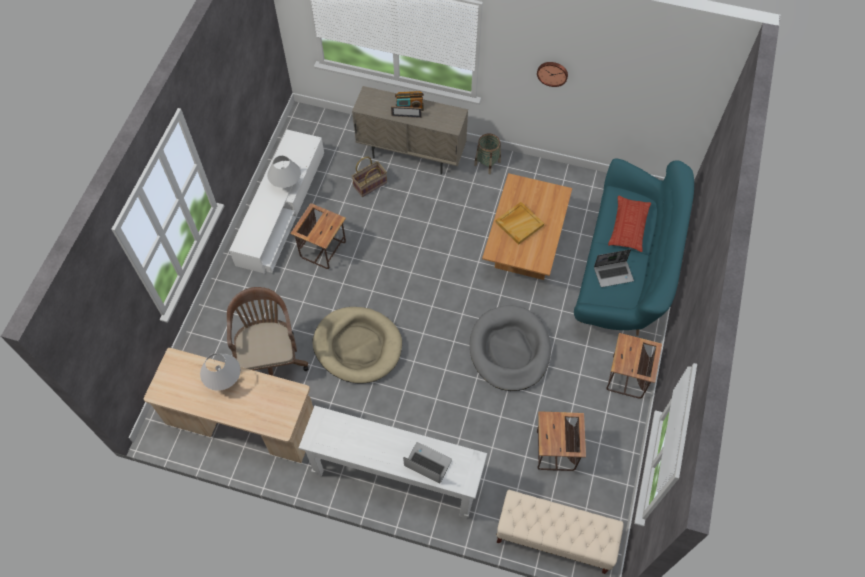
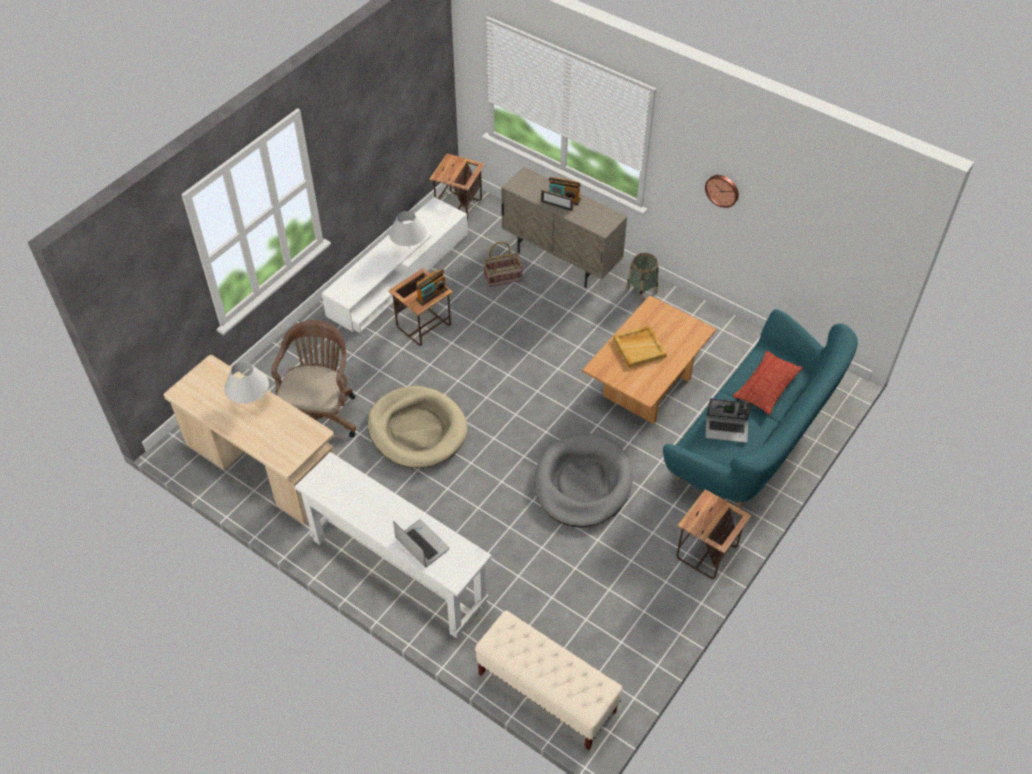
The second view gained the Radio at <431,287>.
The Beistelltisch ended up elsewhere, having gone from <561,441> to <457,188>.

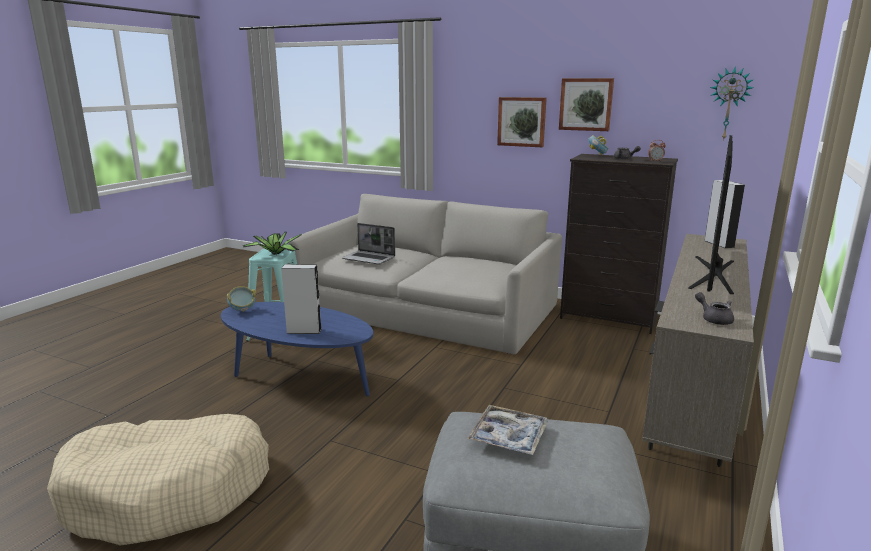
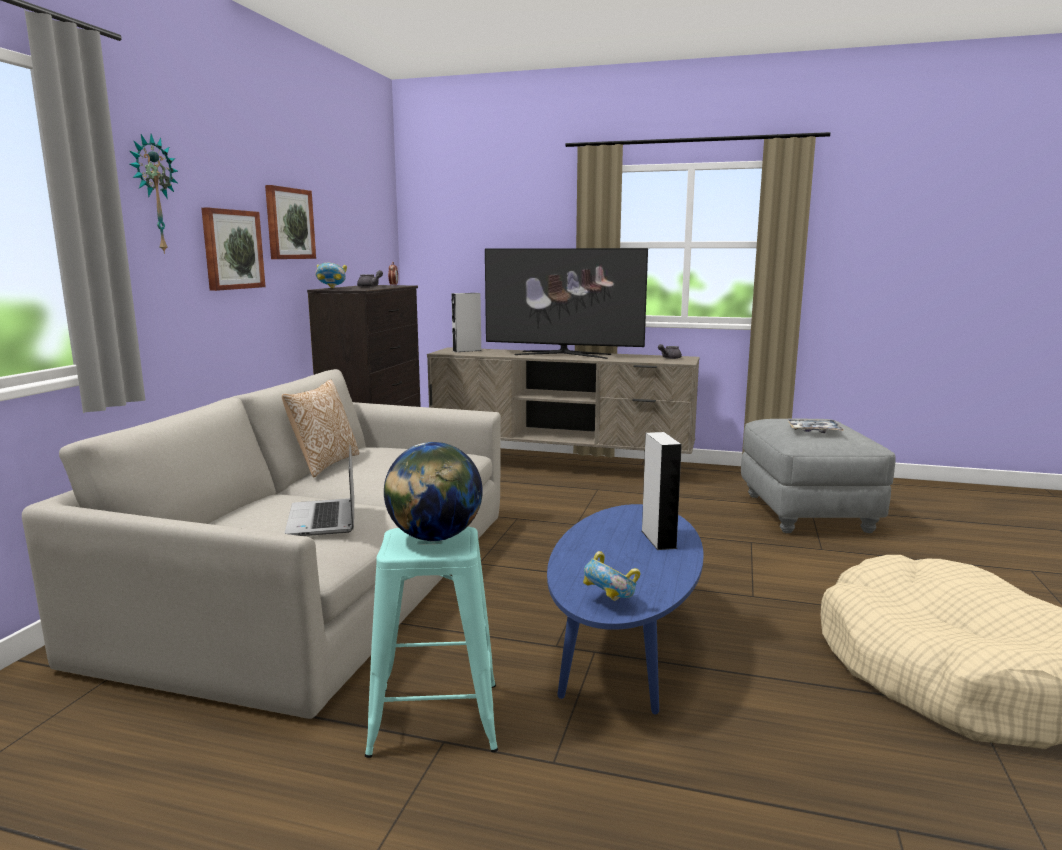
The second view gained the Kissen at <320,428>.
The Wanduhr ended up elsewhere, having gone from <731,104> to <154,194>.
Where the Topfpflanze stood at <272,243>, the Globus came to stand at <433,492>.
The Laptop at <368,244> ended up facing another way, 150 degrees clockwise from before.

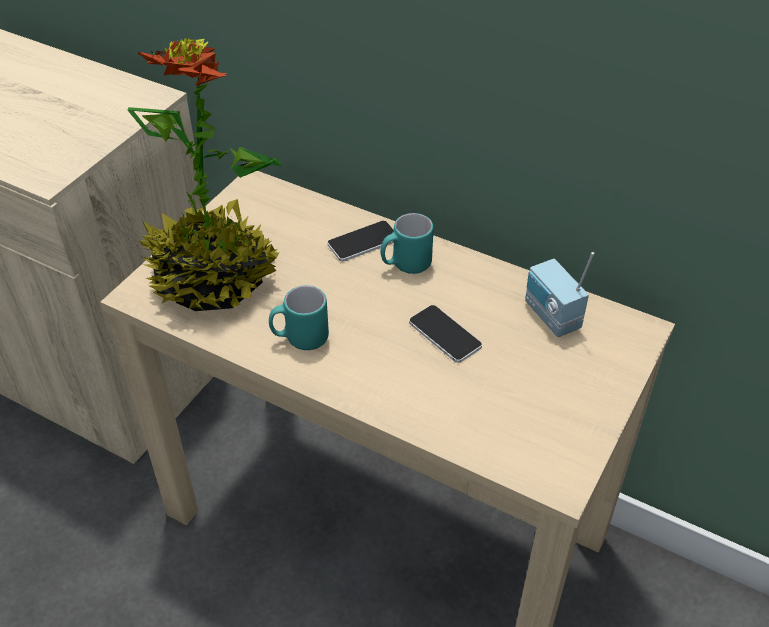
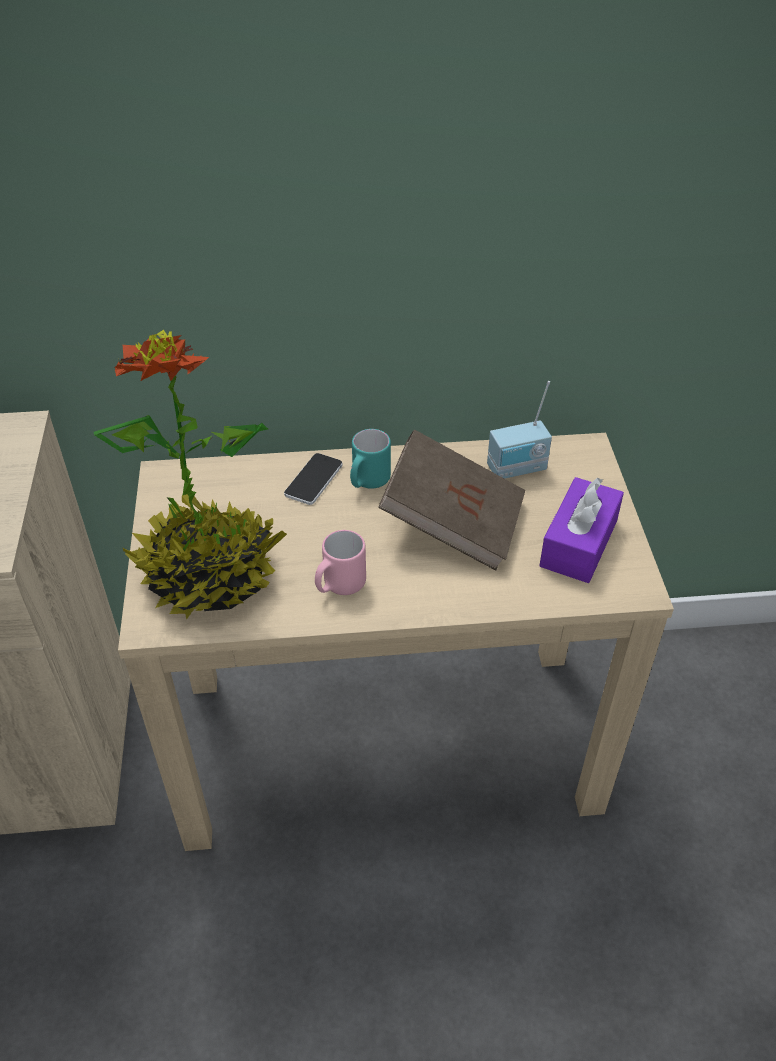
The second view gained the Taschentuchbox [lila] at <581,530>.
Where the Handy stood at <445,334>, the Buch [braun] came to stand at <451,499>.
What was the Henkelbecher [türkis] at <299,317> turned into the Henkelbecher [rosa] at <340,562>.
The Radio at <559,294> ended up facing another way, 45 degrees counterclockwise from before.

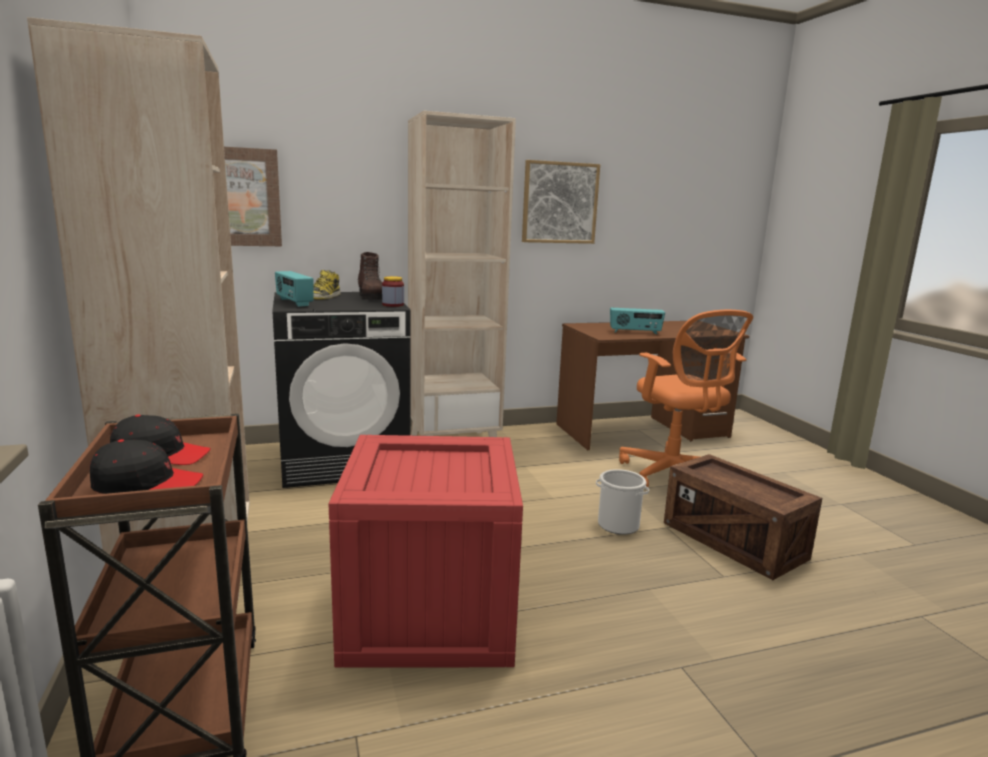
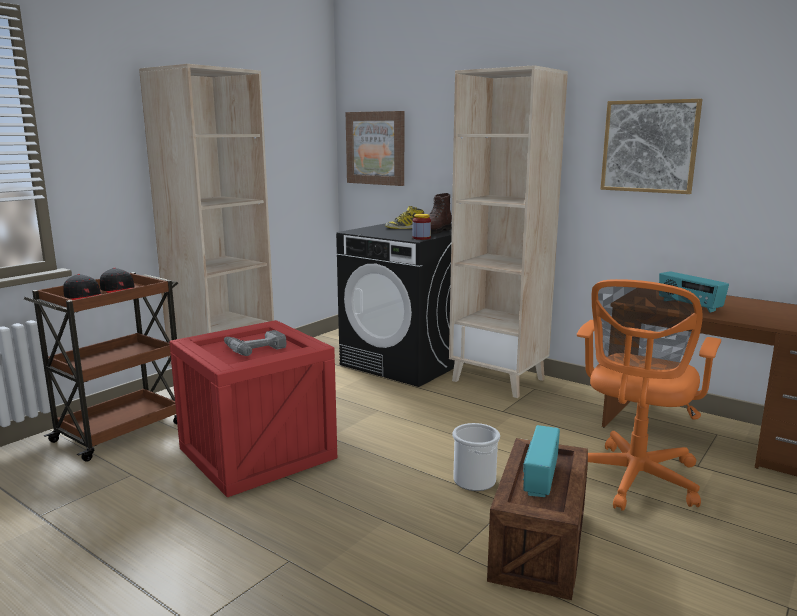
The second view gained the Bohrmaschine at <255,343>.
The Radio ended up elsewhere, having gone from <294,289> to <541,461>.

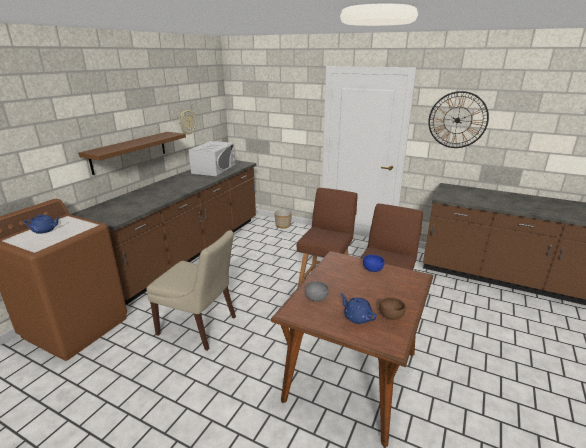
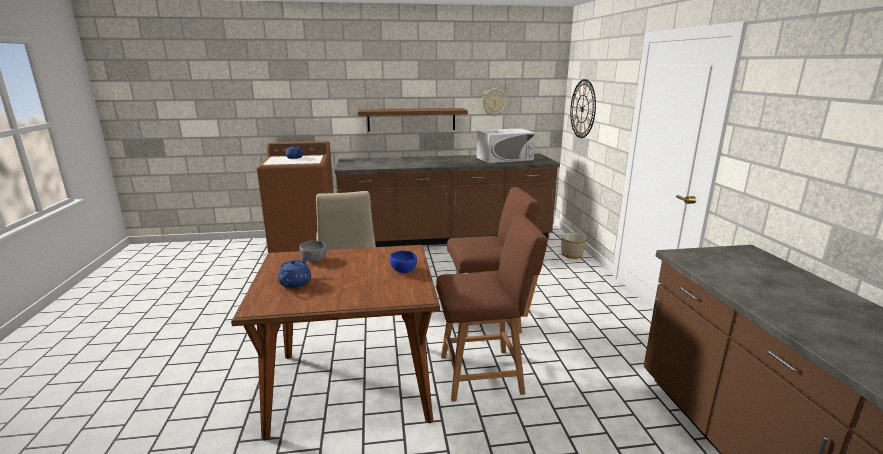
The second view lost the Schüssel [braun] at <392,308>.
The Wanduhr ended up elsewhere, having gone from <458,119> to <583,108>.

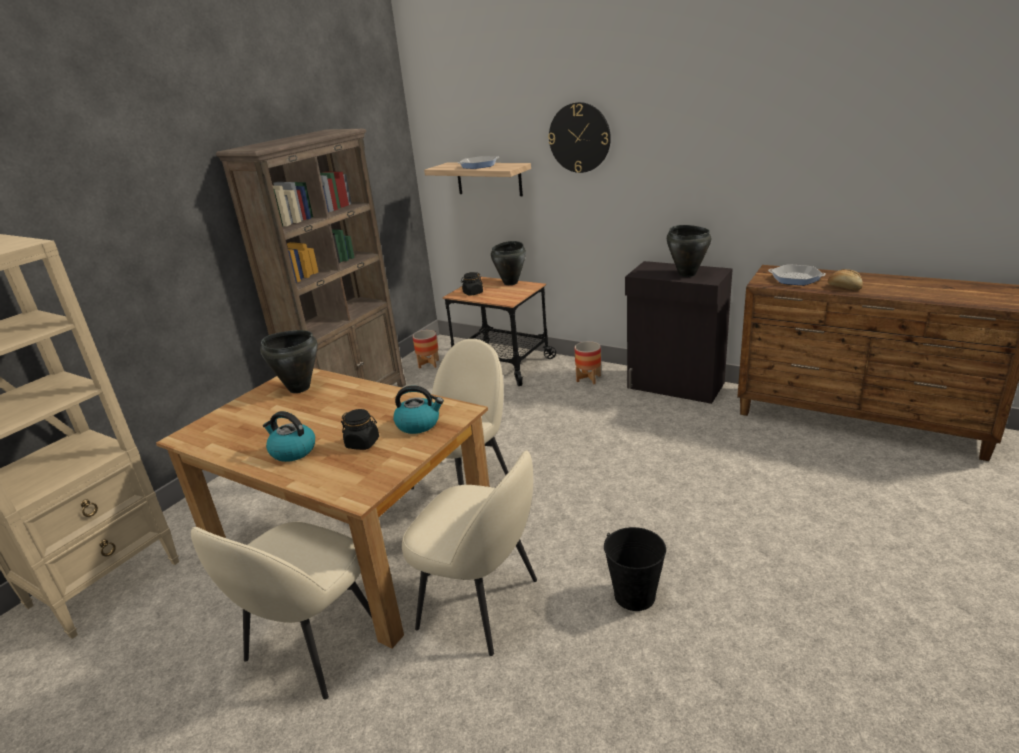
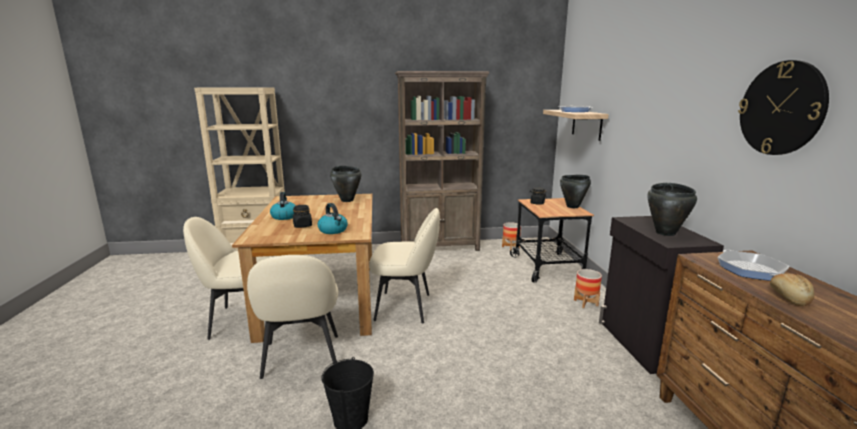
The Wanduhr ended up elsewhere, having gone from <579,137> to <783,107>.

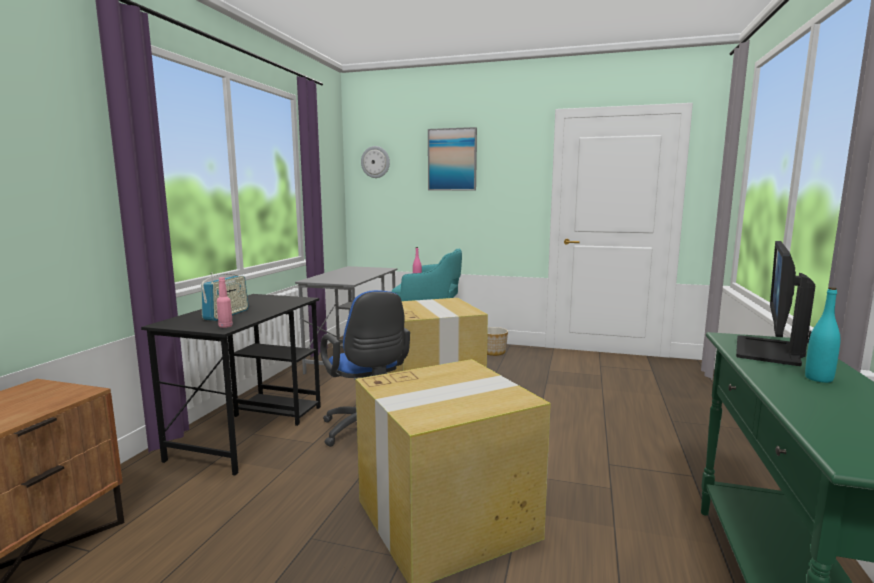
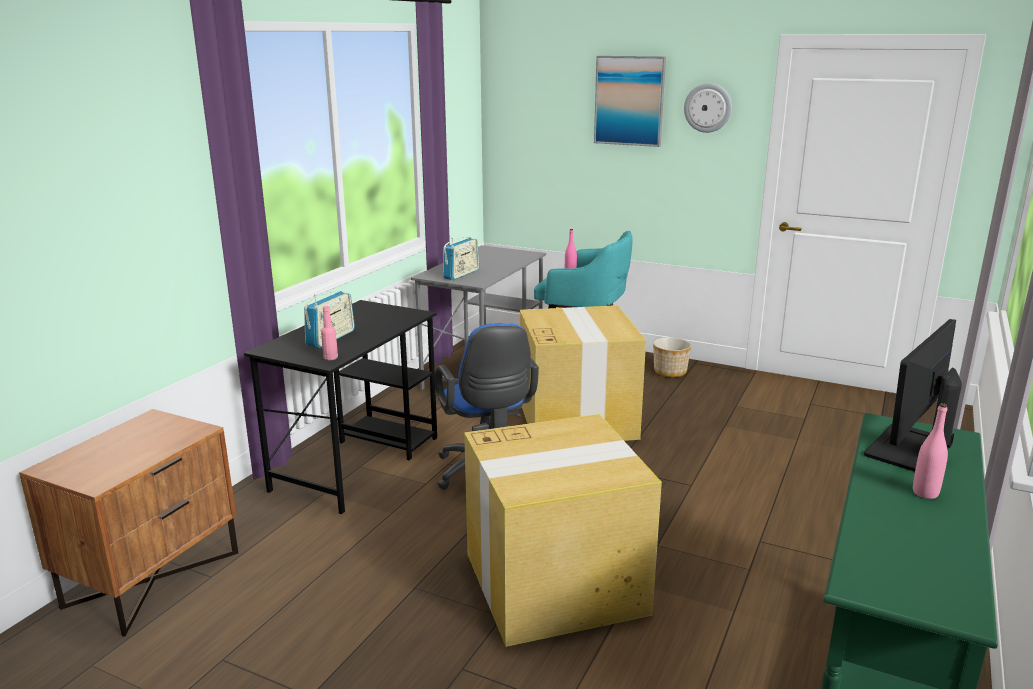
The second view gained the Radio at <461,258>.
The Wanduhr ended up elsewhere, having gone from <375,162> to <708,108>.
What was the Flasche [türkis] at <823,335> turned into the Flasche [rosa] at <930,451>.

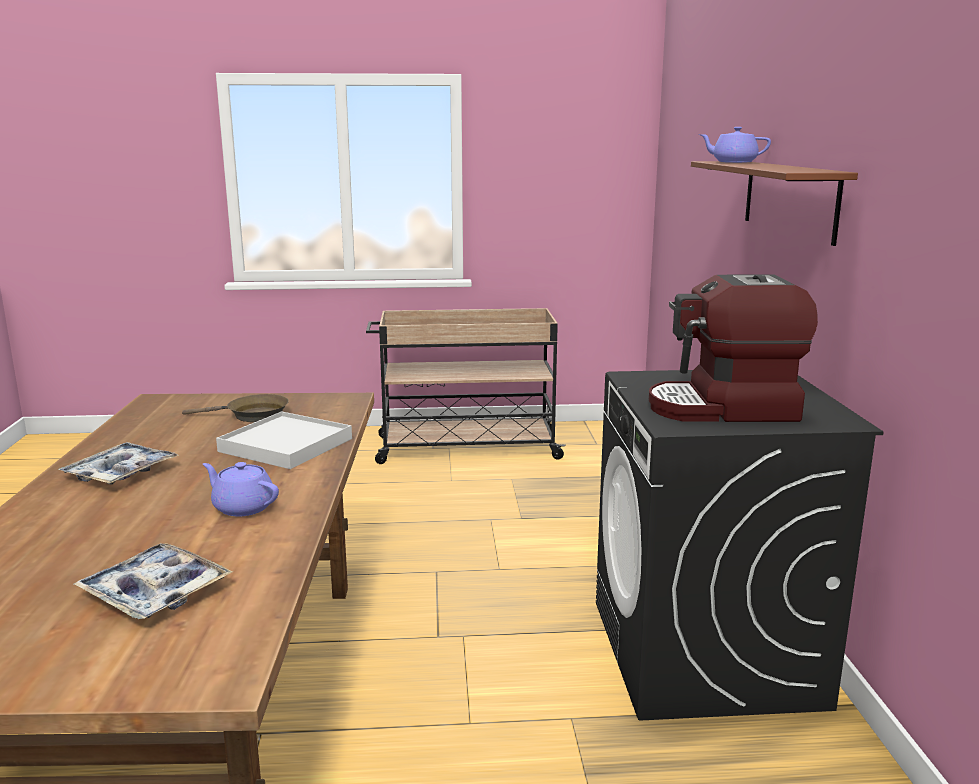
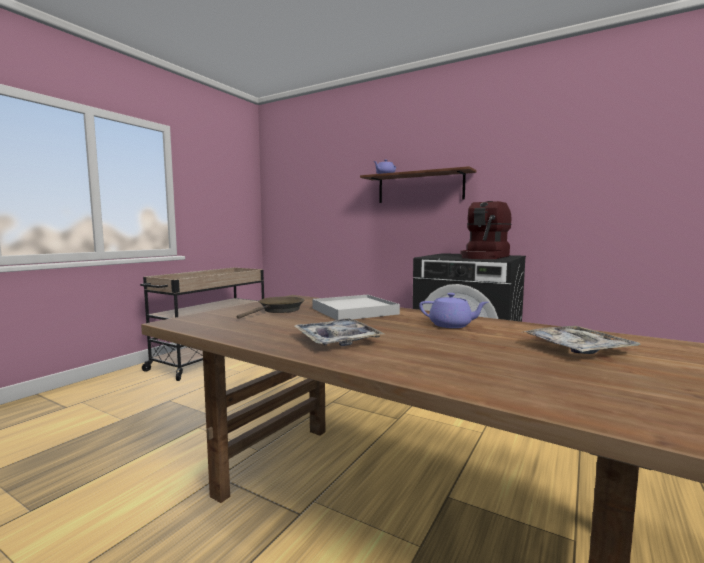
The Teekanne [lila] at <241,489> ended up facing another way, 135 degrees counterclockwise from before.

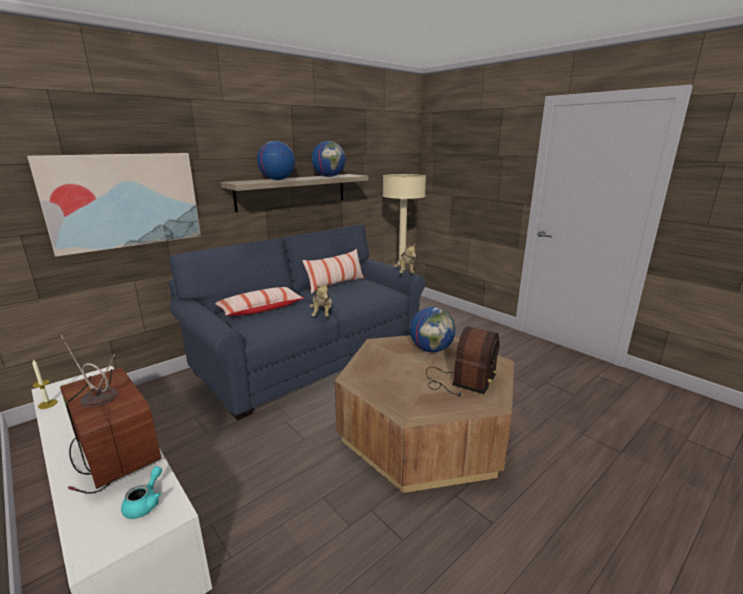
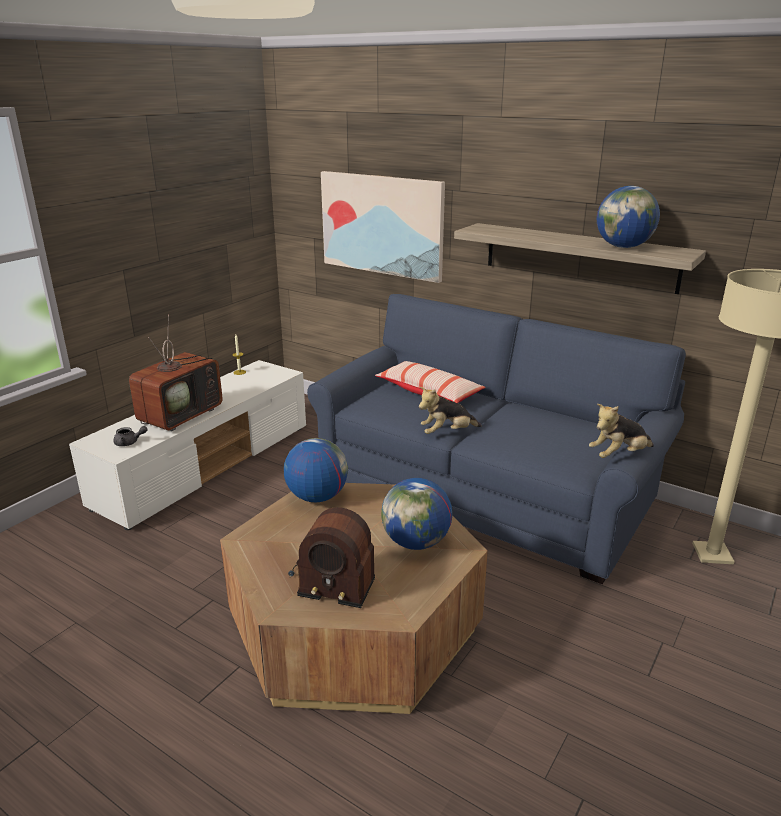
The second view lost the Kissen at <333,271>.
The Globus ended up elsewhere, having gone from <276,160> to <316,470>.
What was the Teekanne [türkis] at <141,492> turned into the Teekanne [grau] at <130,436>.

